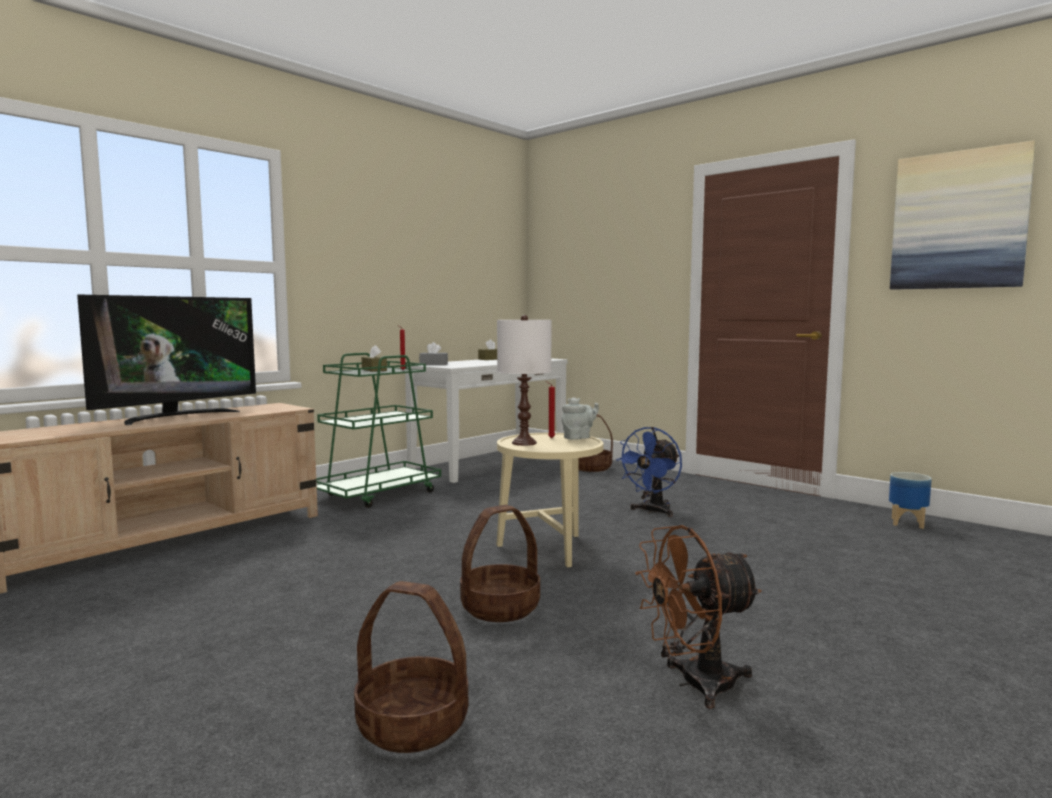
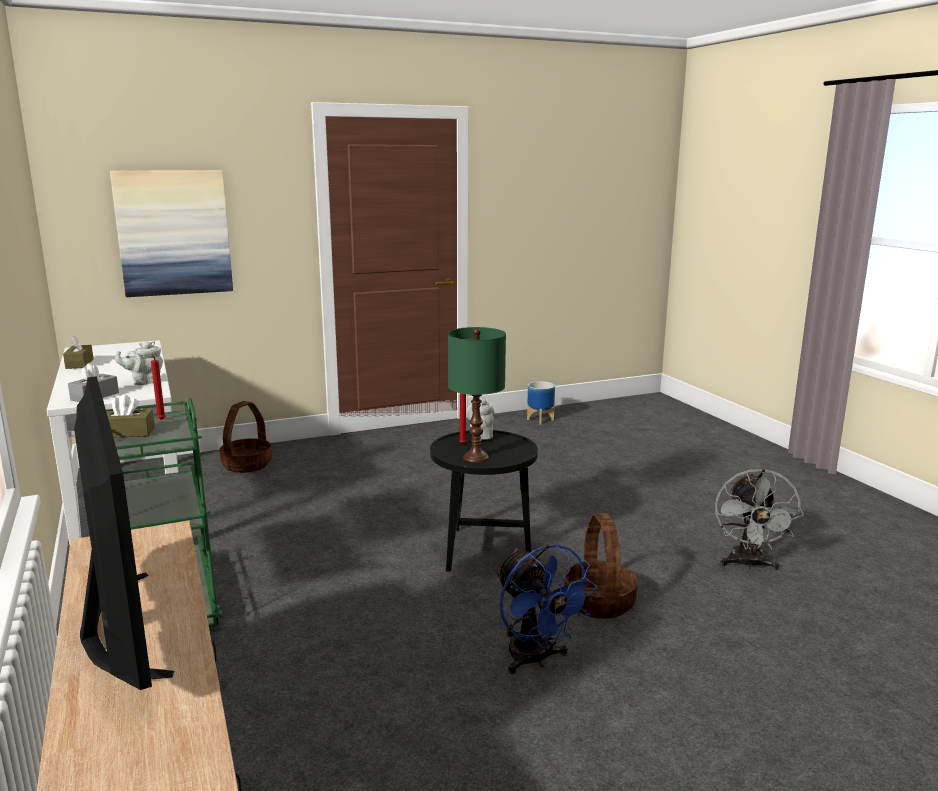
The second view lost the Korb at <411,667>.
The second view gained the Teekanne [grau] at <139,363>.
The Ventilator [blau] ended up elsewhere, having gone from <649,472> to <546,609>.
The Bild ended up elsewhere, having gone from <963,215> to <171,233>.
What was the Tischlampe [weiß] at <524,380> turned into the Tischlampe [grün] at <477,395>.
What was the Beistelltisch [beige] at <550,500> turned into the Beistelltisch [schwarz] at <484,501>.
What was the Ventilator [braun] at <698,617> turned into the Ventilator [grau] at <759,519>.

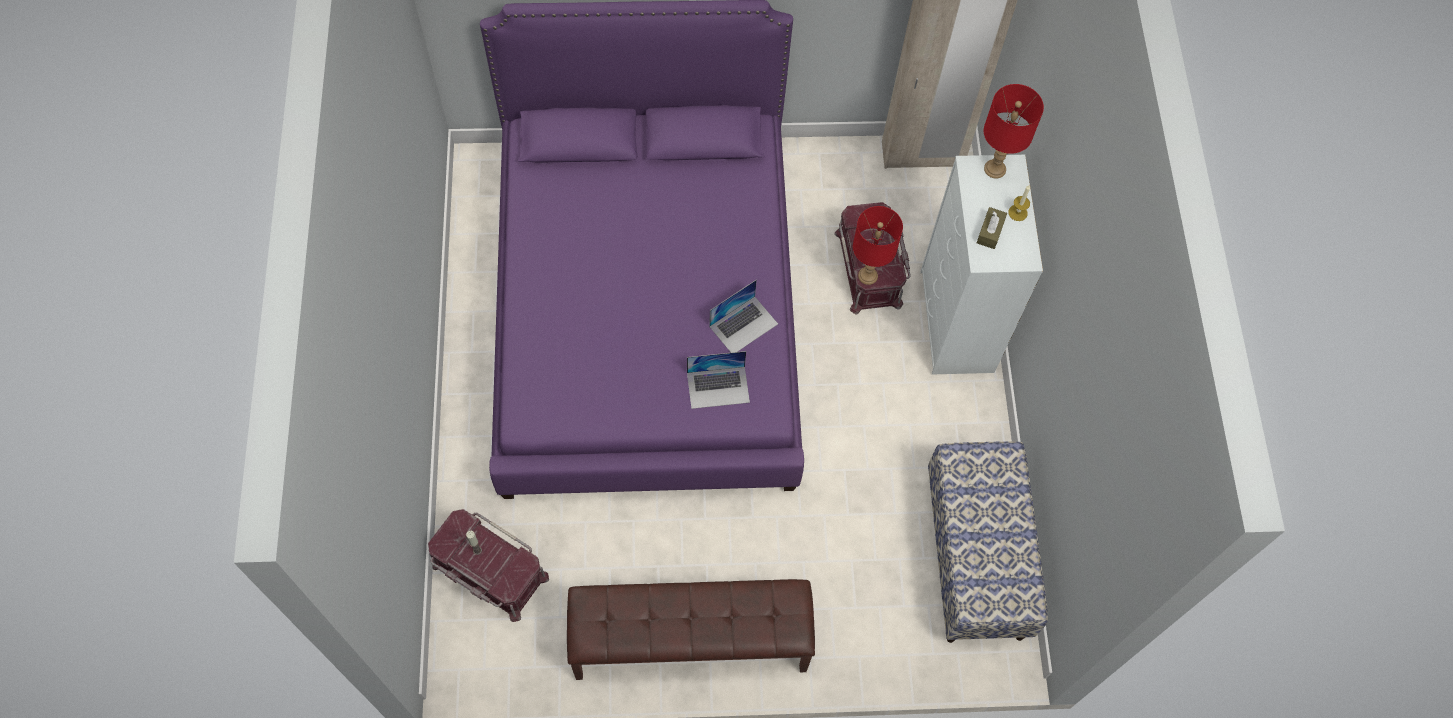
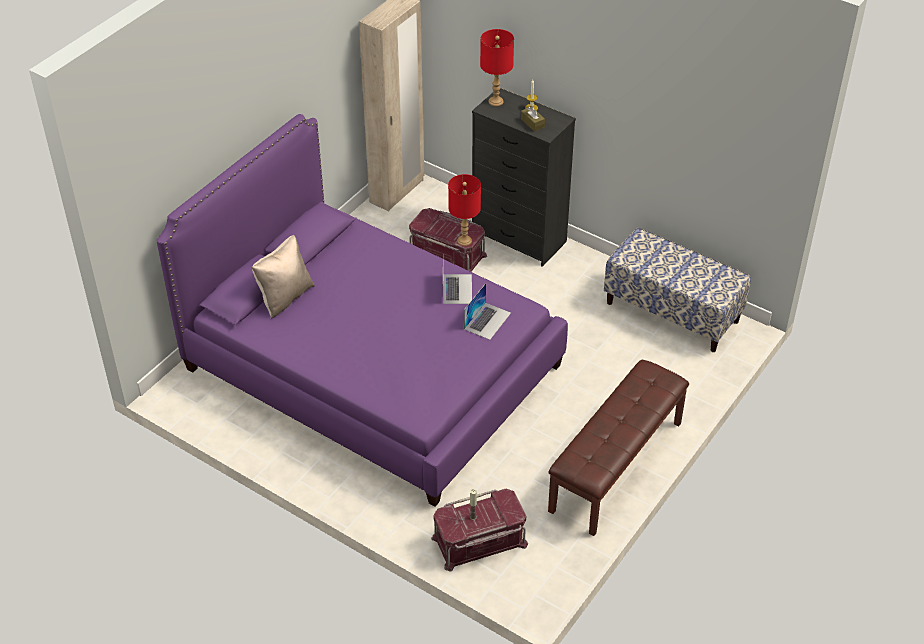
The second view gained the Kissen [beige] at <283,277>.
What was the Kommode [weiß] at <981,264> turned into the Kommode [schwarz] at <524,177>.

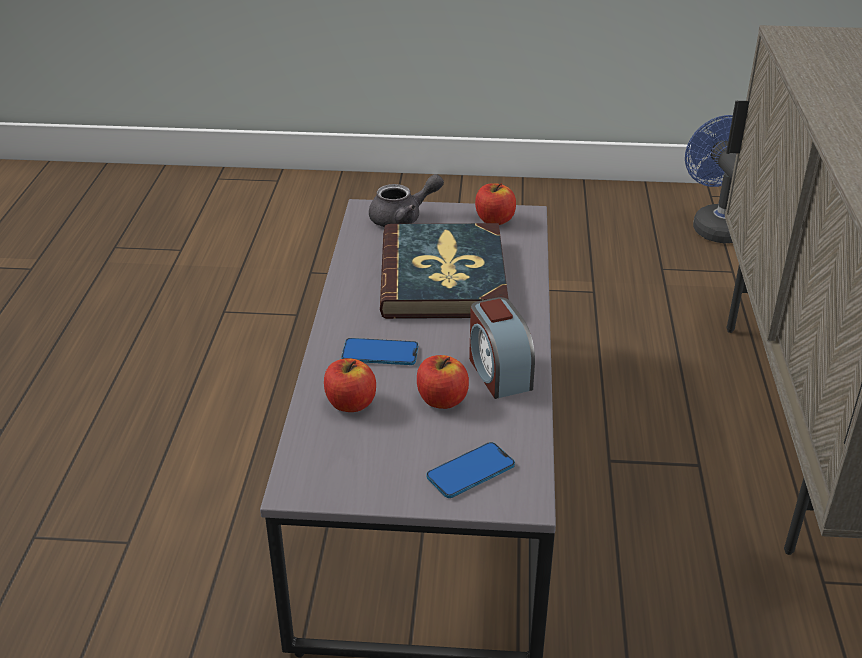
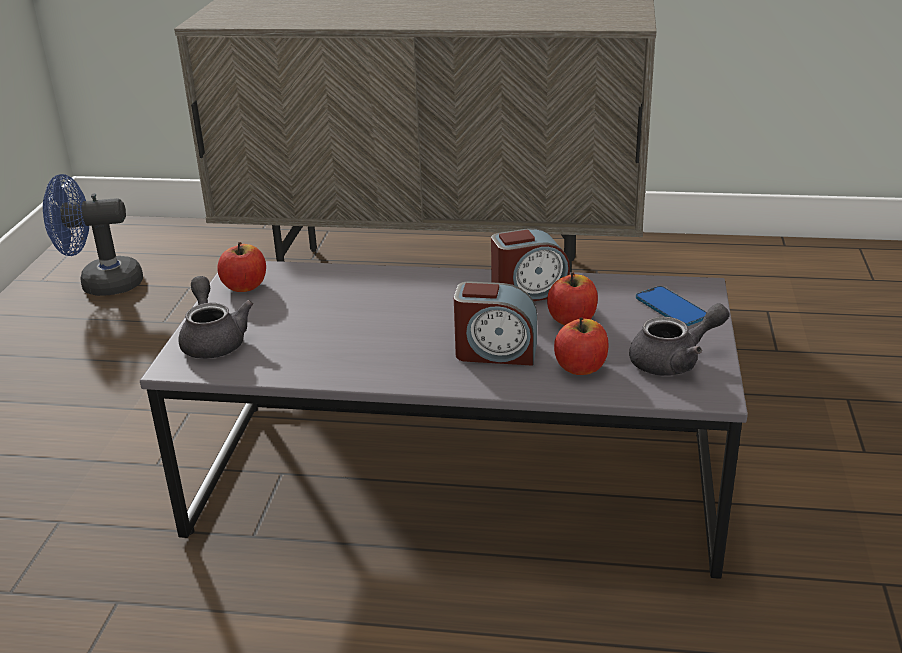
The second view lost the Buch at <444,271>.
The second view gained the Teekanne [grau] at <679,339>.
Where the Handy stood at <379,351>, the Wecker came to stand at <495,323>.

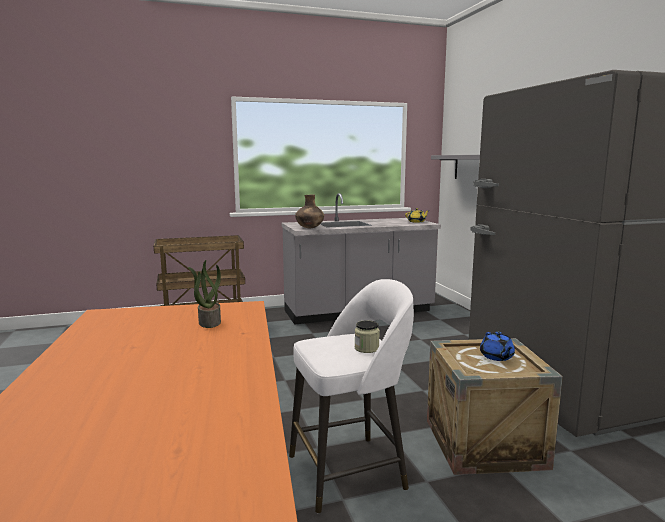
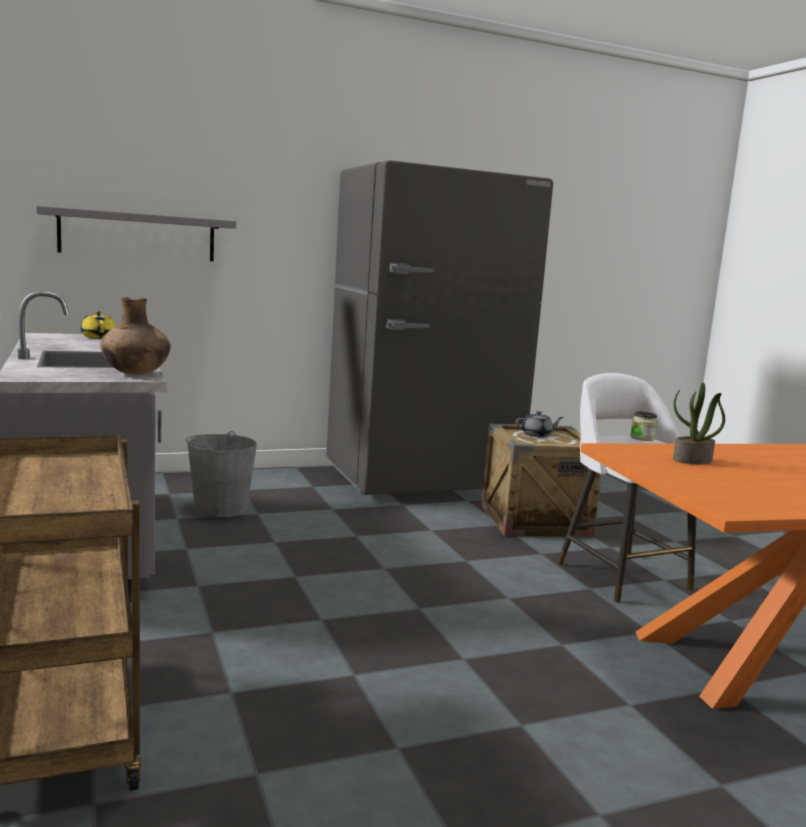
The second view gained the Eimer [grau] at <221,474>.
What was the Teekanne [blau] at <497,346> turned into the Teekanne [grau] at <540,424>.

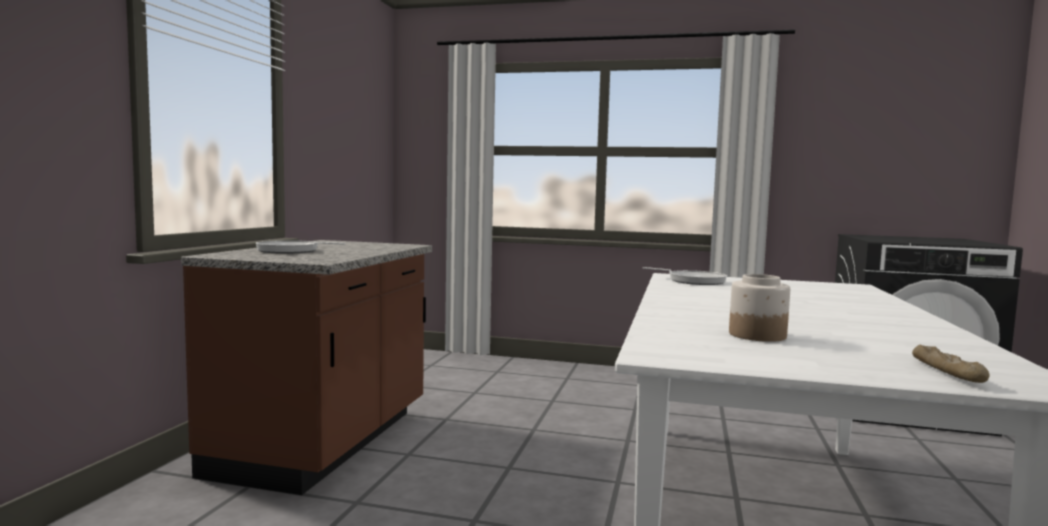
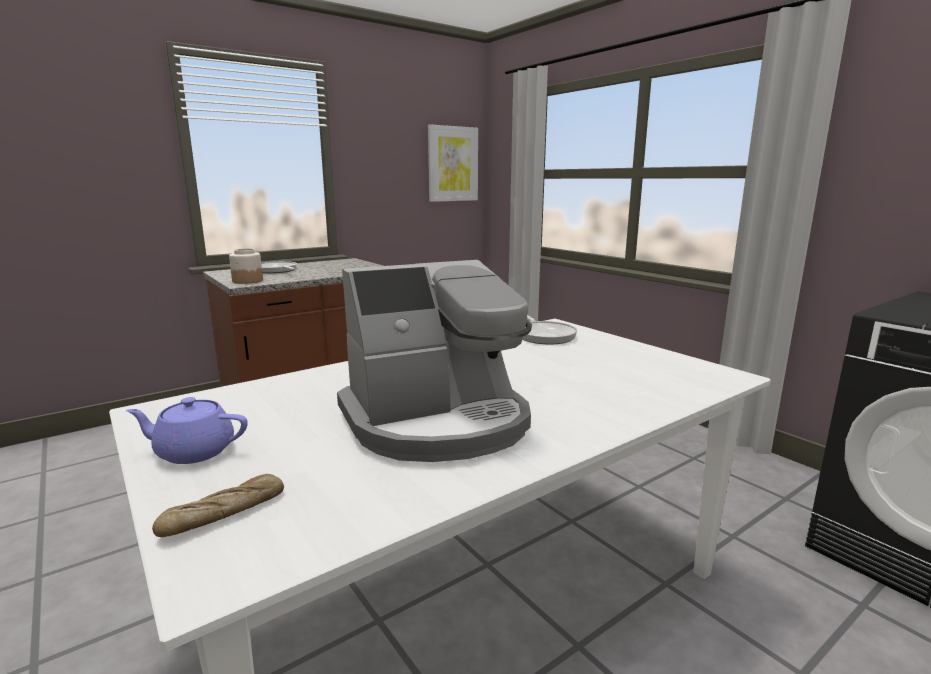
The second view gained the Teekanne [lila] at <187,430>.
The second view gained the Kaffeemaschine at <434,361>.
The second view gained the Bild at <453,163>.
The Vorratsglas ended up elsewhere, having gone from <759,308> to <246,266>.

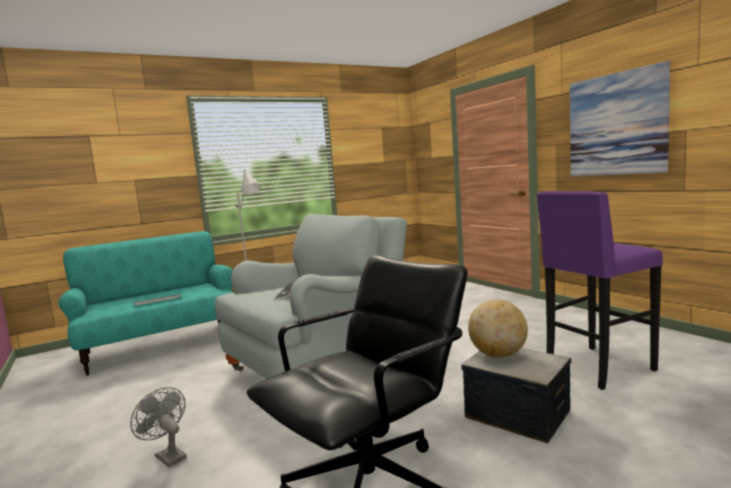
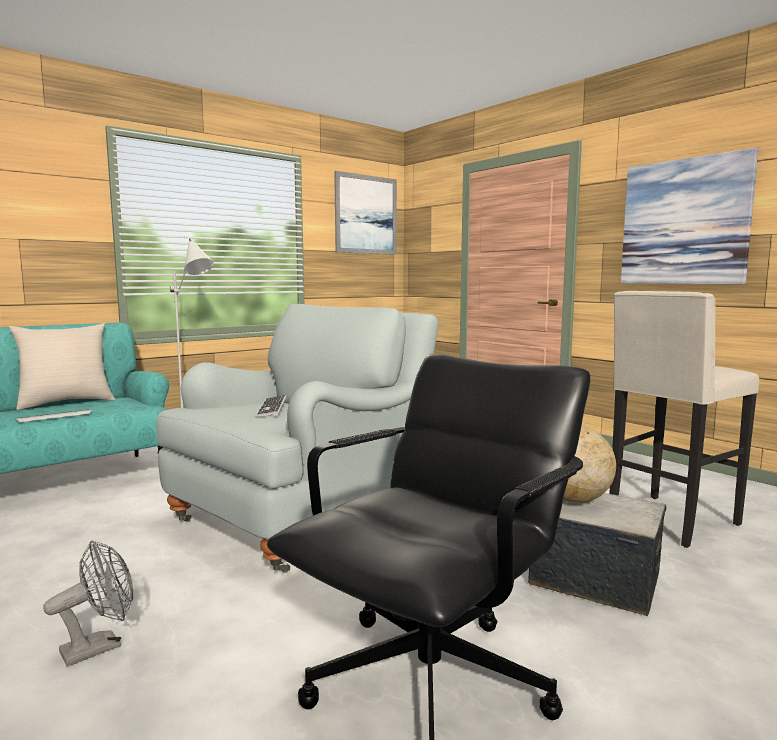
The second view gained the Kissen [beige] at <61,366>.
The second view gained the Bild at <365,213>.
What was the Hocker [lila] at <600,290> turned into the Hocker [beige] at <684,419>.
The Ventilator [grau] at <158,427> ended up facing another way, 105 degrees clockwise from before.

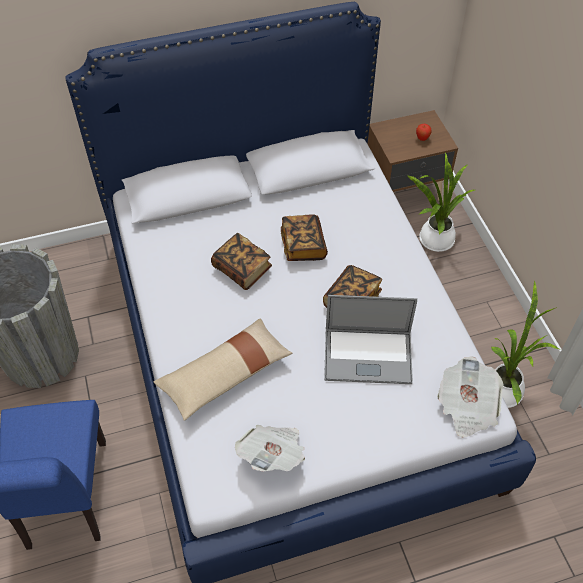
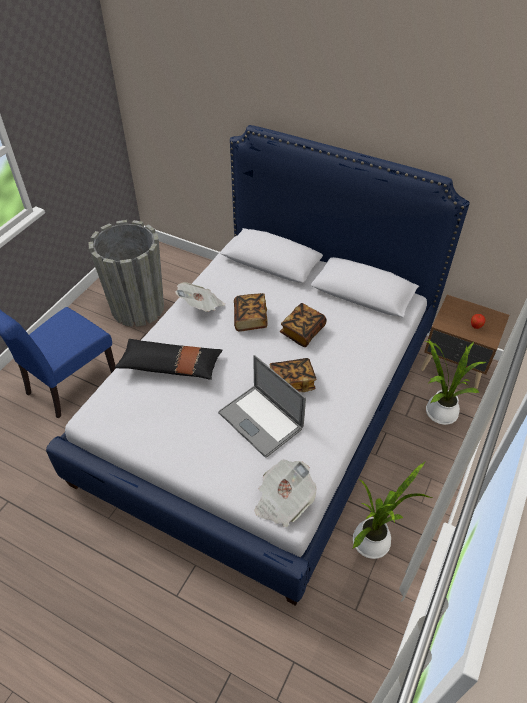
The Zeitung ended up elsewhere, having gone from <270,448> to <200,297>.
What was the Kissen [beige] at <222,370> turned into the Kissen [schwarz] at <168,359>.

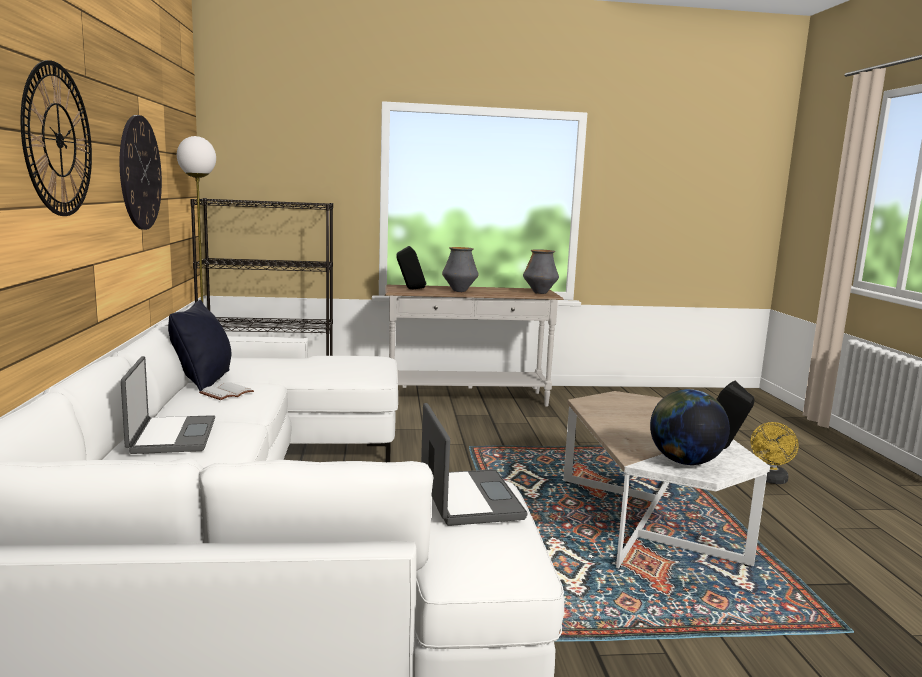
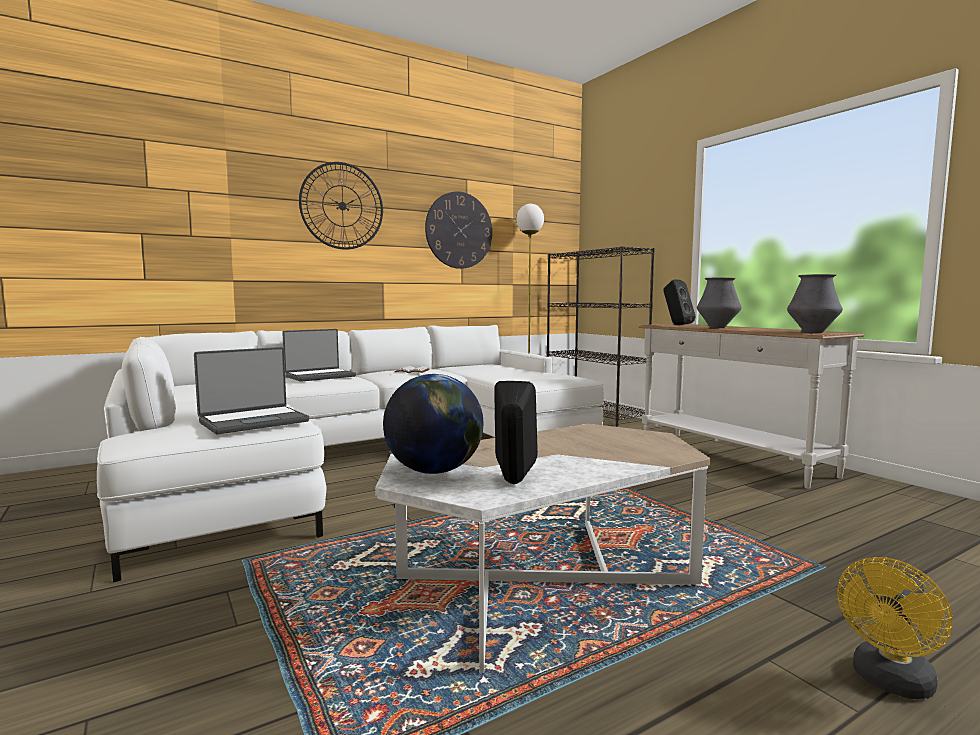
The second view lost the Kissen [schwarz] at <199,345>.
The Ventilator [gelb] at <775,453> ended up facing another way, 45 degrees counterclockwise from before.

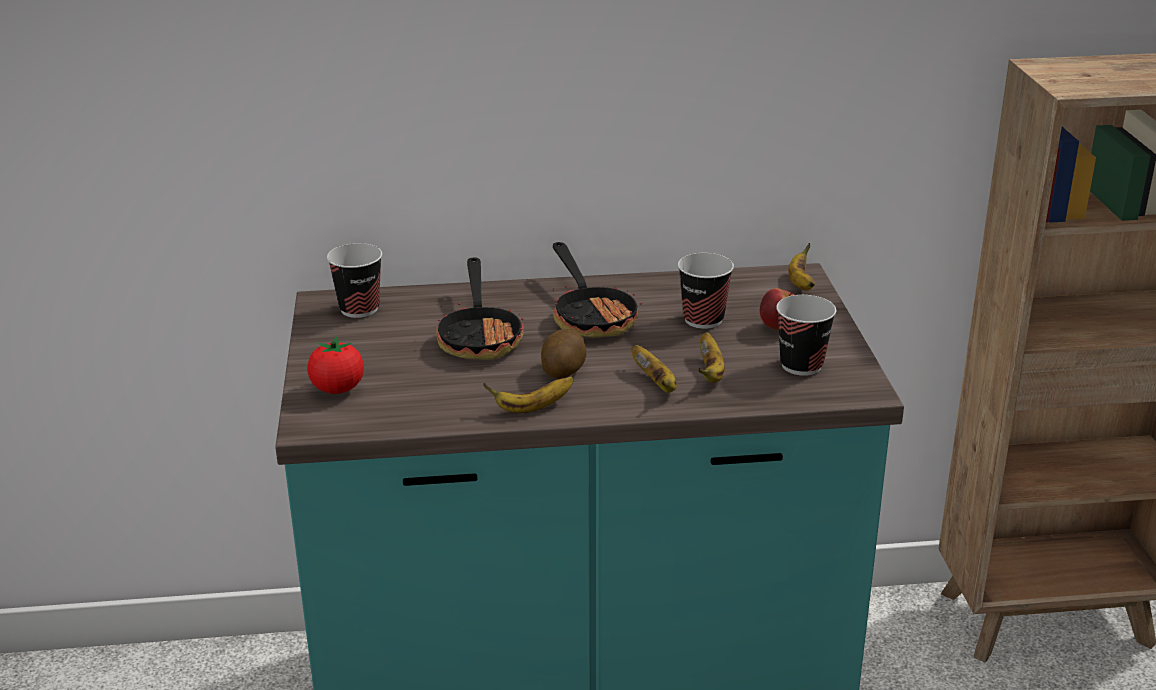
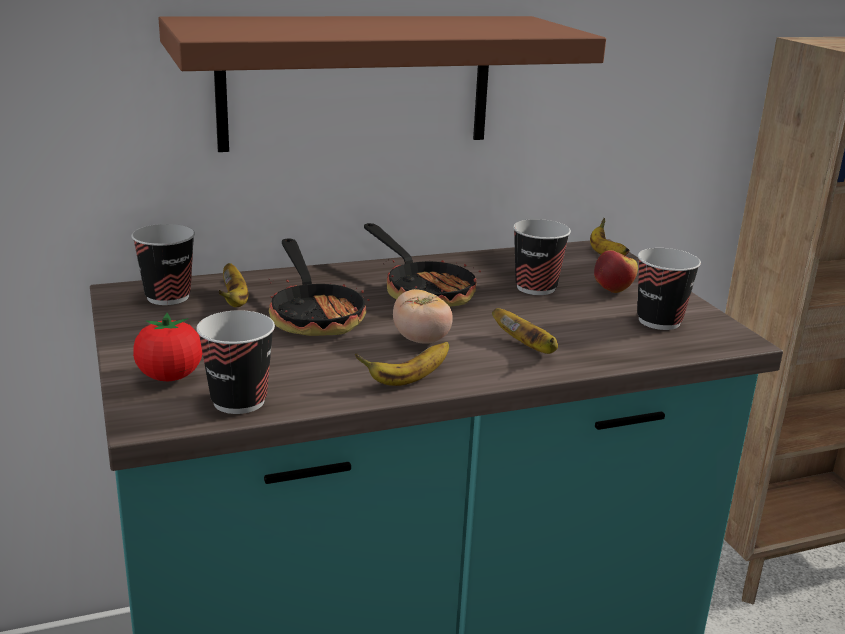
The second view gained the Wandregal [braun] at <382,84>.
The second view gained the Tasse at <235,362>.
The Banane ended up elsewhere, having gone from <711,357> to <233,285>.
Where the Kartoffel stood at <563,354>, the Tomate came to stand at <423,316>.

